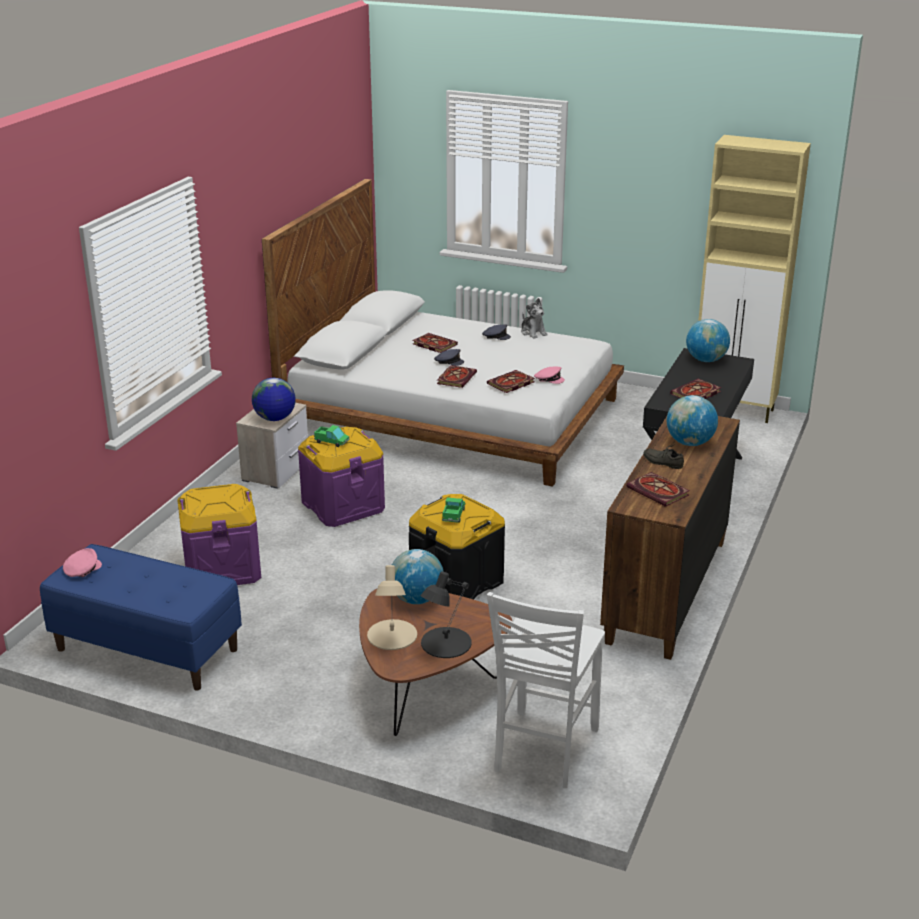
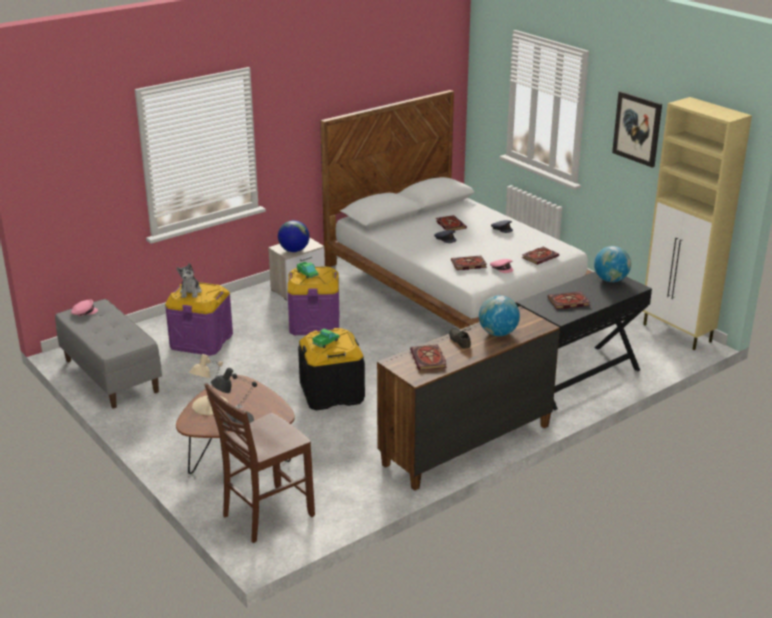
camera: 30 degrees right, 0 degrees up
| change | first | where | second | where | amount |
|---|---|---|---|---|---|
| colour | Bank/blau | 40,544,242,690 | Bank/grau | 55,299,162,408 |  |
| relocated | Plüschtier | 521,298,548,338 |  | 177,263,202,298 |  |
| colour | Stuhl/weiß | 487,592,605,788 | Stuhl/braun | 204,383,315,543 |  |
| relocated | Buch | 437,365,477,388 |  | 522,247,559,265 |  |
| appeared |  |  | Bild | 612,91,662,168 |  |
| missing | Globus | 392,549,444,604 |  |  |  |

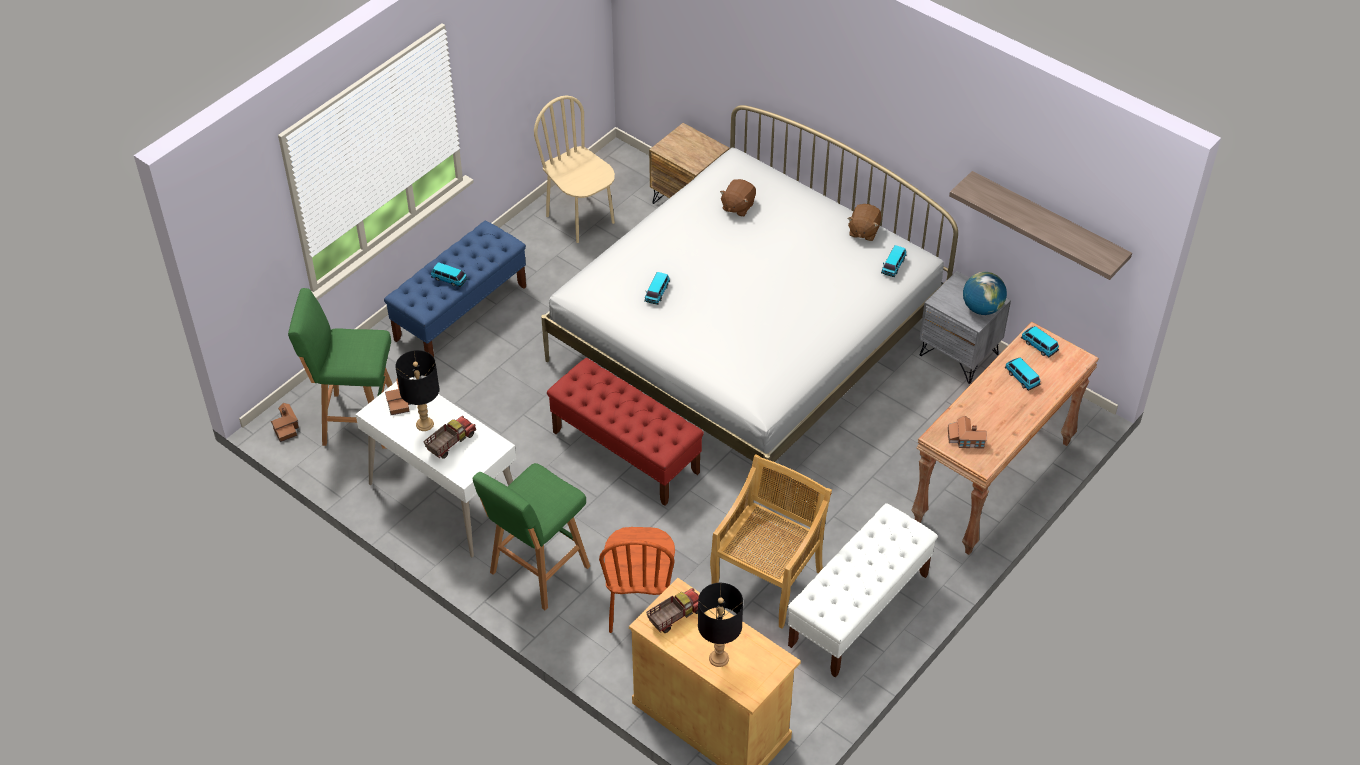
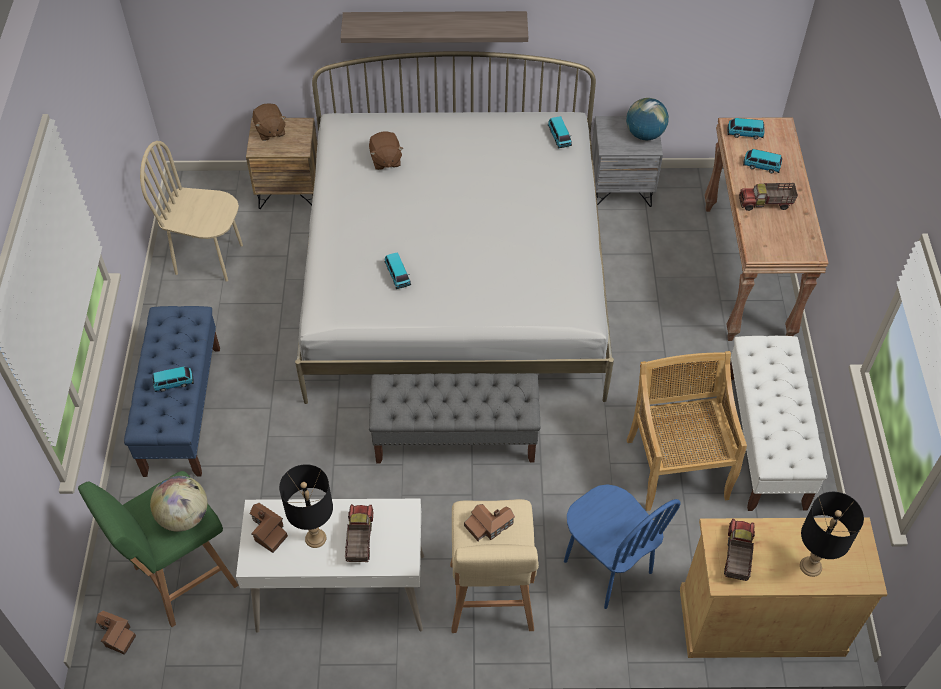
camera: 40 degrees left, 5 degrees up
| change | first | where | second | where | amount |
|---|---|---|---|---|---|
| appeared |  |  | Globus | 150,476,207,532 |  |
| relocated | Plüschtier/braun | 847,204,882,241 |  | 253,103,286,141 |  |
| relocated | Wandregal | 949,171,1132,280 |  | 341,11,528,43 |  |
| colour | Bank/rot | 547,358,704,506 | Bank/grau | 369,373,540,463 |  |
| colour | Hocker/grün | 473,463,590,611 | Hocker/beige | 450,499,539,633 |  |
| relocated | Spielzeughaus | 948,416,987,449 |  | 464,504,515,542 |  |
| colour | Stuhl/braun | 599,527,675,633 | Stuhl/blau | 564,484,681,609 |  |
| appeared |  |  | Spielzeuglaster | 739,183,798,211 |  |

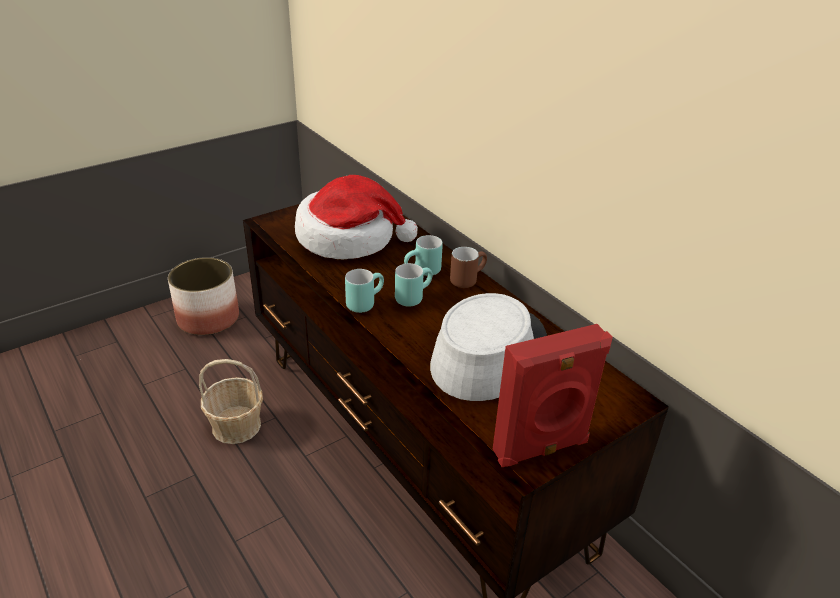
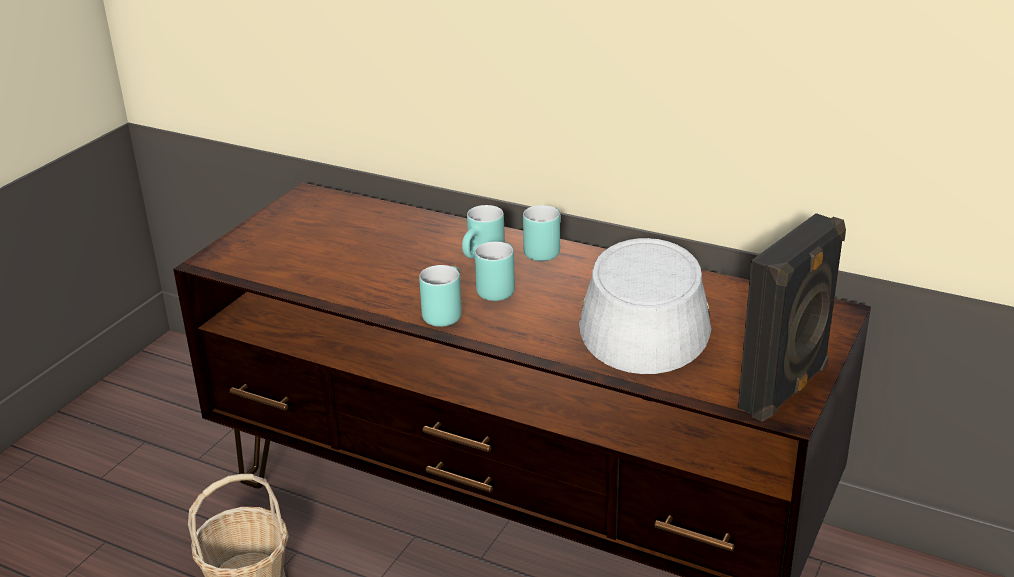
camera: 25 degrees left, 5 degrees down
| change | first | where | second | where | amount |
|---|---|---|---|---|---|
| colour | Henkelbecher/braun | 450,247,487,288 | Henkelbecher/türkis | 523,205,561,261 |  |
| colour | Lautsprecher/rot | 492,324,613,467 | Lautsprecher/schwarz | 738,213,846,422 |  |
| missing | Pflanzkübel | 168,257,239,335 |  |  |  |
| missing | Hut | 295,175,418,259 |  |  |  |

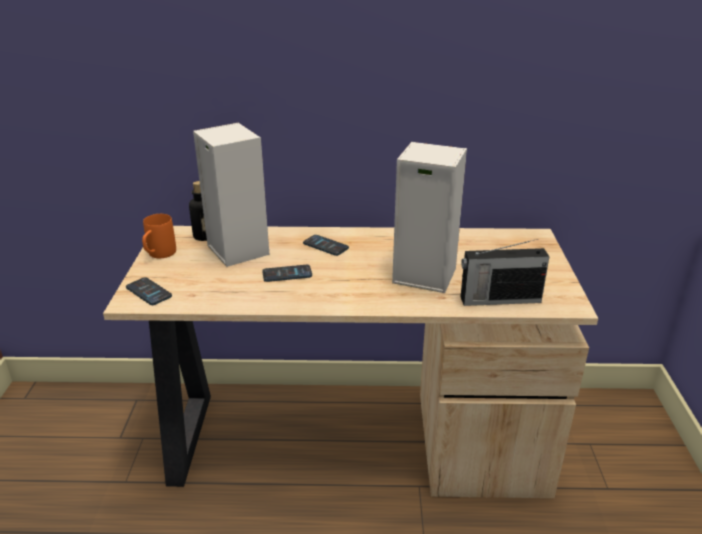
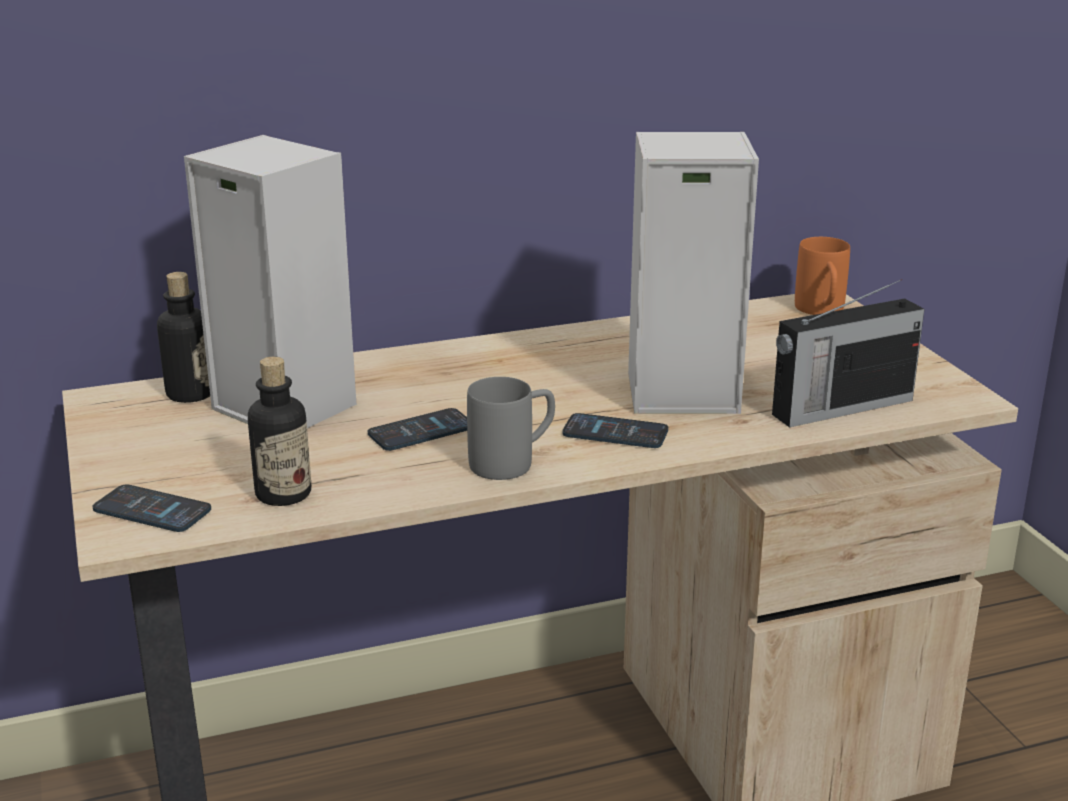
camera: 20 degrees left, 5 degrees down
| change | first | where | second | where | amount |
|---|---|---|---|---|---|
| appeared |  |  | Flasche | 248,357,311,506 |  |
| appeared |  |  | Henkelbecher/grau | 467,377,555,480 |  |
| relocated | Handy | 303,235,349,256 |  | 563,413,668,448 |  |
| relocated | Henkelbecher/orange | 142,214,176,258 |  | 795,237,850,315 |  |

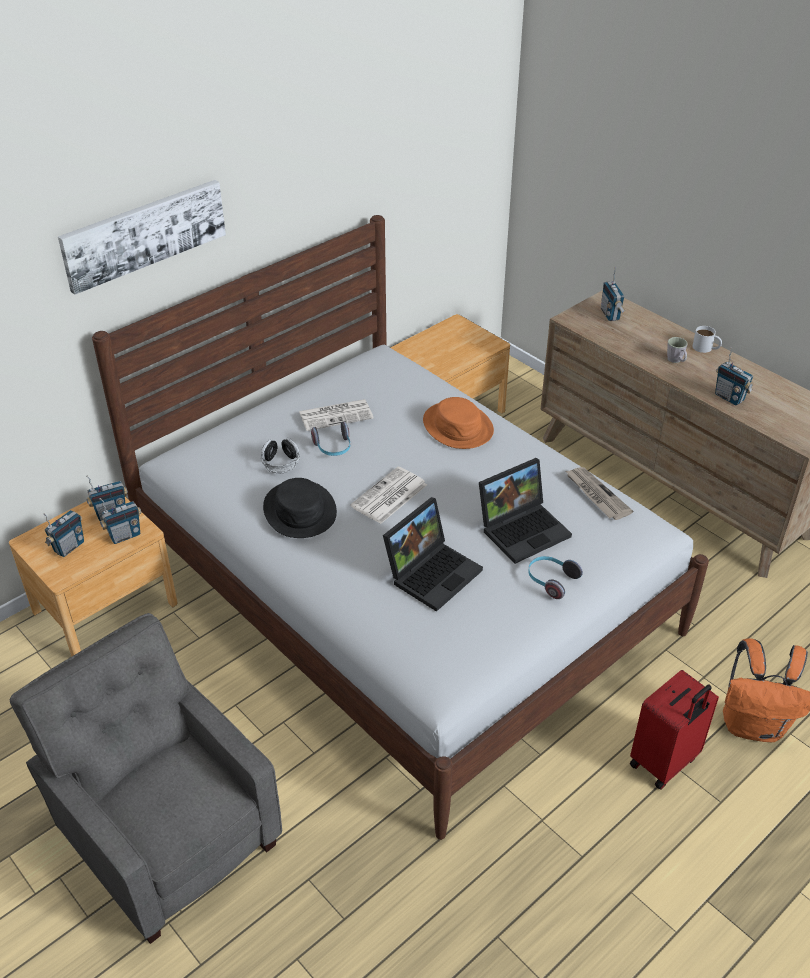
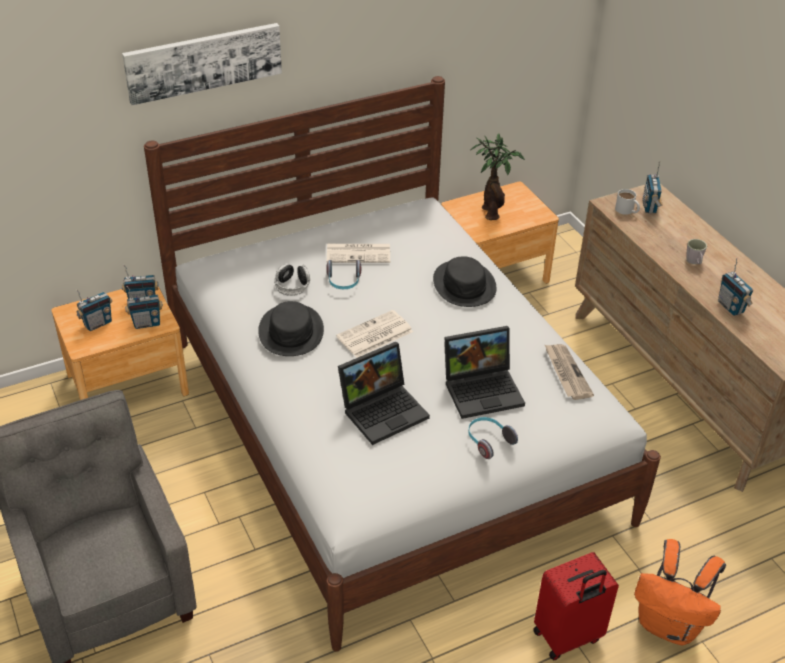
camera: 15 degrees right, 0 degrees up
| change | first | where | second | where | amount |
|---|---|---|---|---|---|
| colour | Hut/orange | 423,397,494,449 | Hut/schwarz | 433,256,496,307 |  |
| appeared |  |  | Topfpflanze | 471,134,525,220 |  |
| relocated | Henkelbecher/weiß | 692,326,722,353 |  | 615,189,640,215 |  |

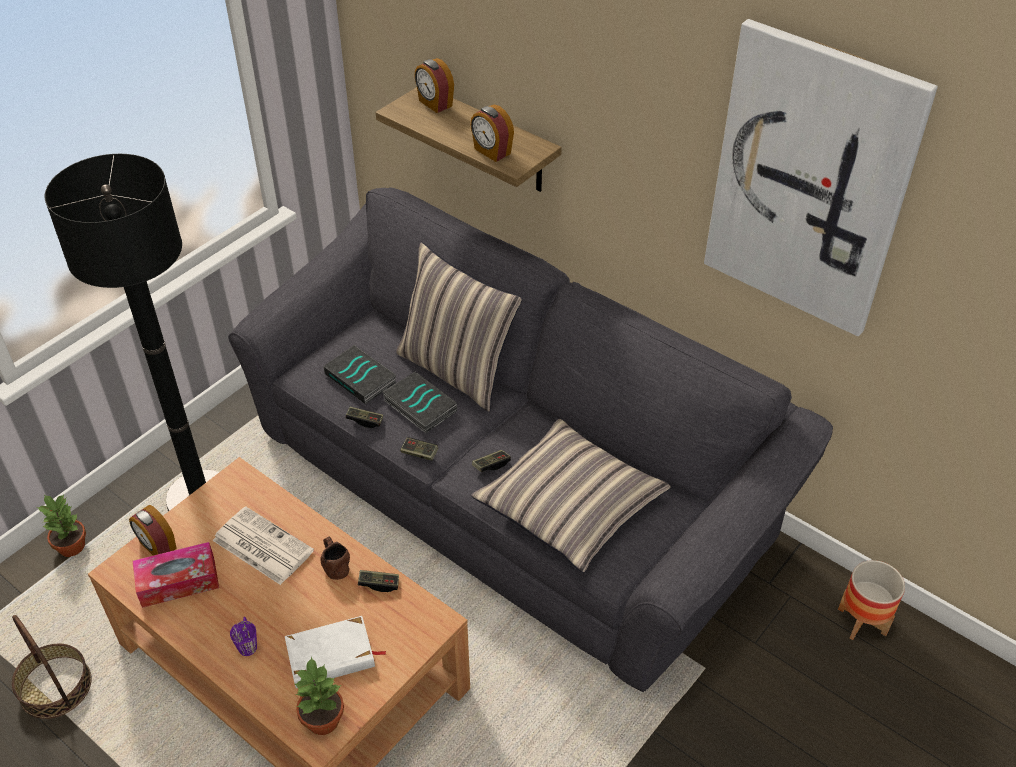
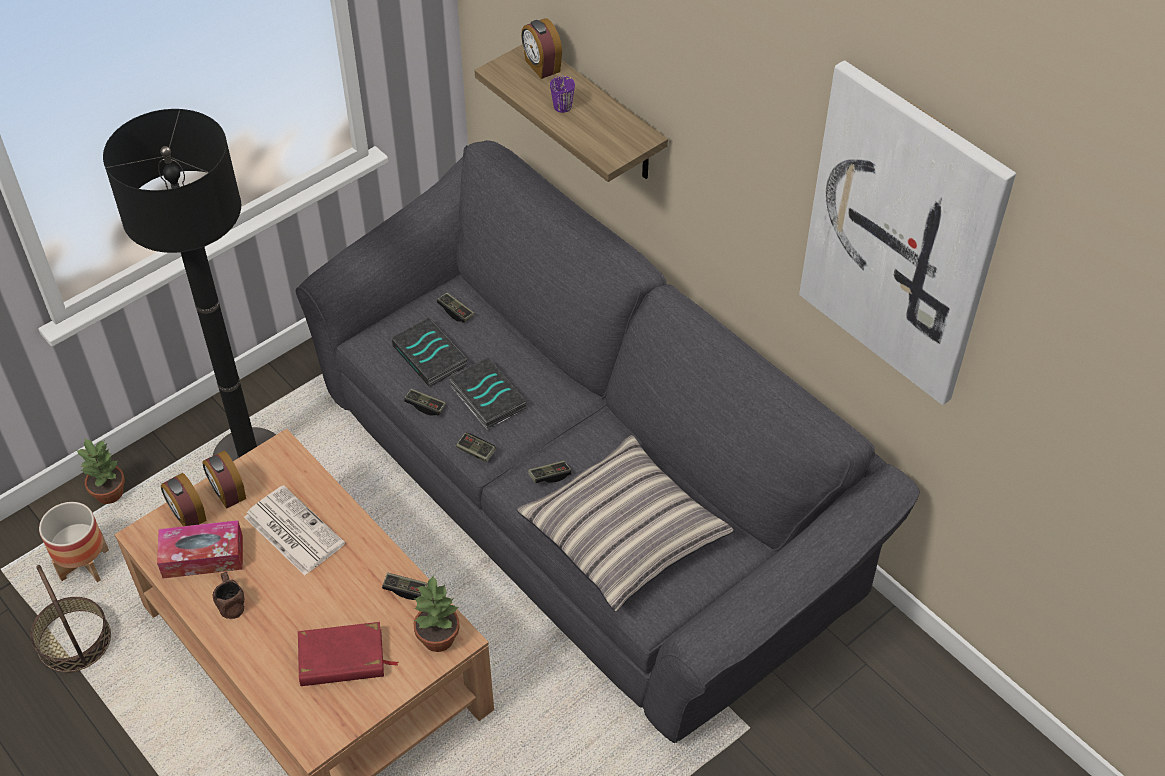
camera: 10 degrees right, 5 degrees up
| change | first | where | second | where | amount |
|---|---|---|---|---|---|
| relocated | Pflanzkübel | 838,560,905,640 |  | 39,502,109,582 |  |
| relocated | Wecker | 470,104,514,162 |  | 203,450,246,509 |  |
| relocated | Henkelbecher/braun | 320,536,350,580 |  | 213,572,244,619 |  |
| colour | Buch/weiß | 285,616,386,688 | Buch/rot | 298,622,398,686 |  |
| relocated | Topfpflanze | 295,656,344,735 |  | 414,575,460,652 |  |
| appeared |  |  | Gamepad | 437,292,474,322 |  |
| relocated | Henkelbecher/lila | 230,617,257,656 |  | 550,75,575,113 |  |
| missing | Kissen | 396,242,522,411 |  |  |  |

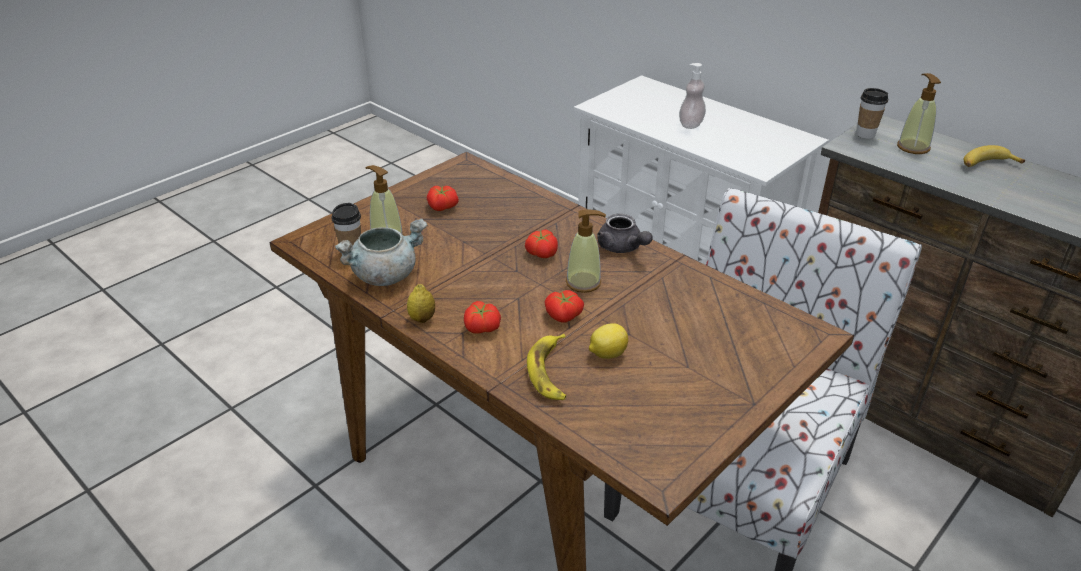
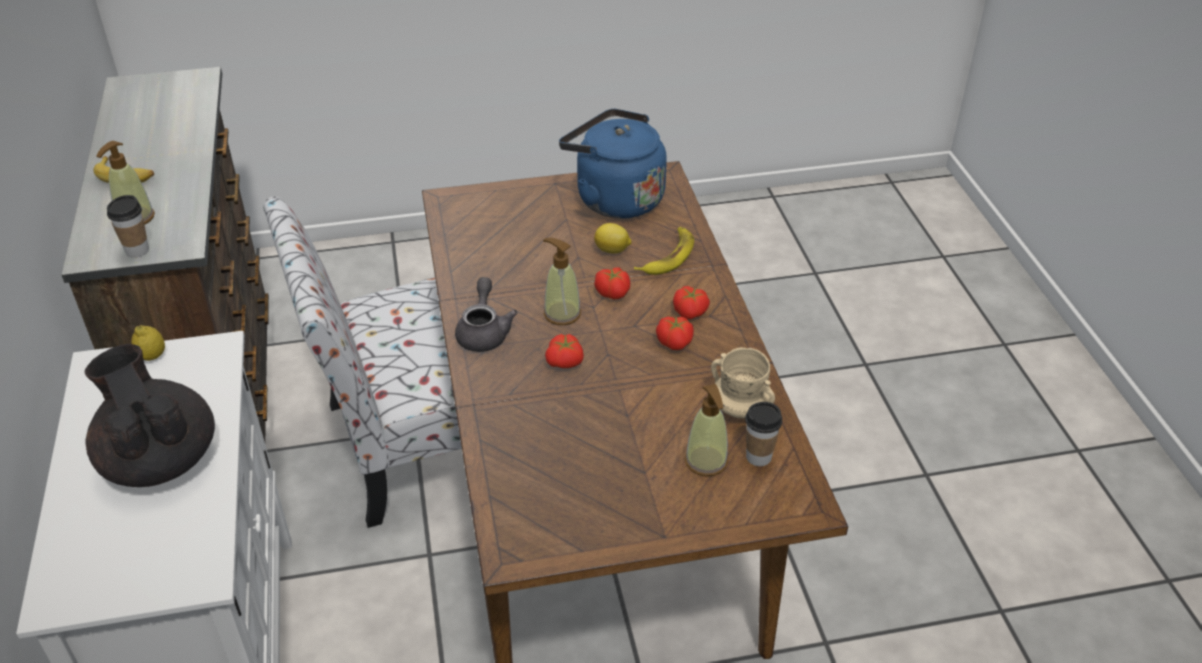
camera: 145 degrees left, 5 degrees up
| change | first | where | second | where | amount |
|---|---|---|---|---|---|
| exchanged | Seifenspender | 679,63,706,129 | Teekanne/schwarz | 84,344,215,487 |  |
| relocated | Zitrone | 407,284,435,323 |  | 131,325,165,361 |  |
| appeared |  |  | Wasserkessel/blau | 559,109,667,219 |  |
| relocated | Tomate | 427,186,459,211 |  | 656,317,694,350 |  |
| exchanged | Kochtopf/grau | 335,218,427,286 | Henkelbecher/beige | 711,347,775,419 |  |

